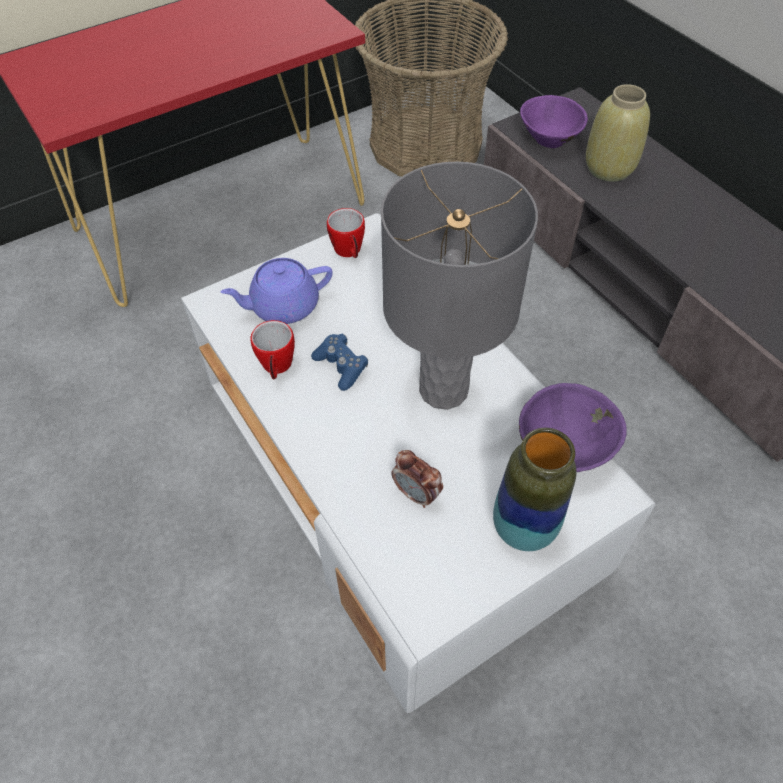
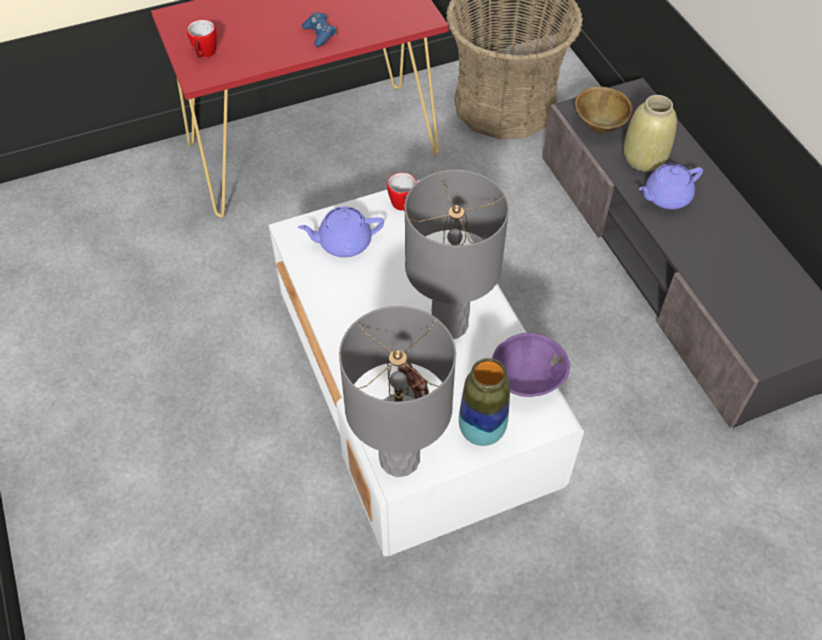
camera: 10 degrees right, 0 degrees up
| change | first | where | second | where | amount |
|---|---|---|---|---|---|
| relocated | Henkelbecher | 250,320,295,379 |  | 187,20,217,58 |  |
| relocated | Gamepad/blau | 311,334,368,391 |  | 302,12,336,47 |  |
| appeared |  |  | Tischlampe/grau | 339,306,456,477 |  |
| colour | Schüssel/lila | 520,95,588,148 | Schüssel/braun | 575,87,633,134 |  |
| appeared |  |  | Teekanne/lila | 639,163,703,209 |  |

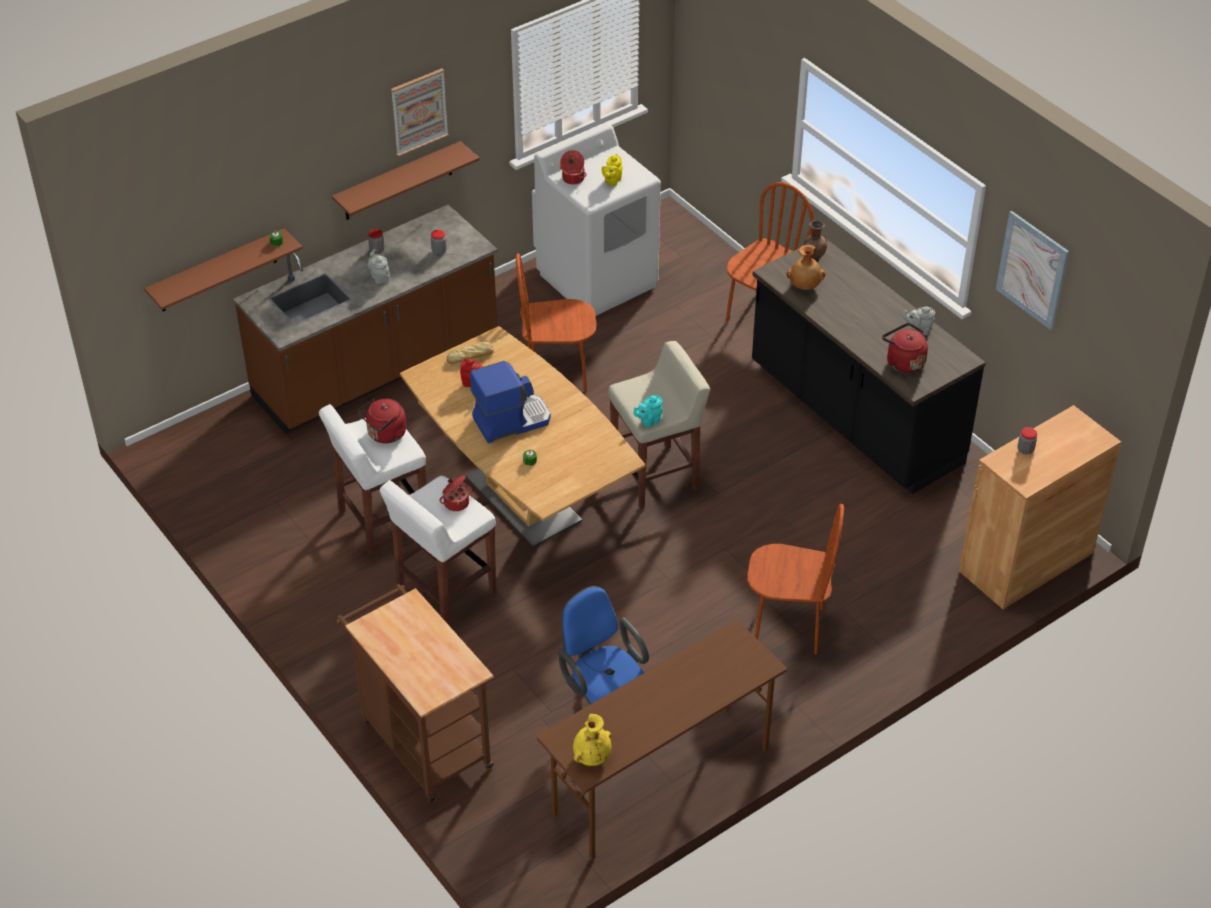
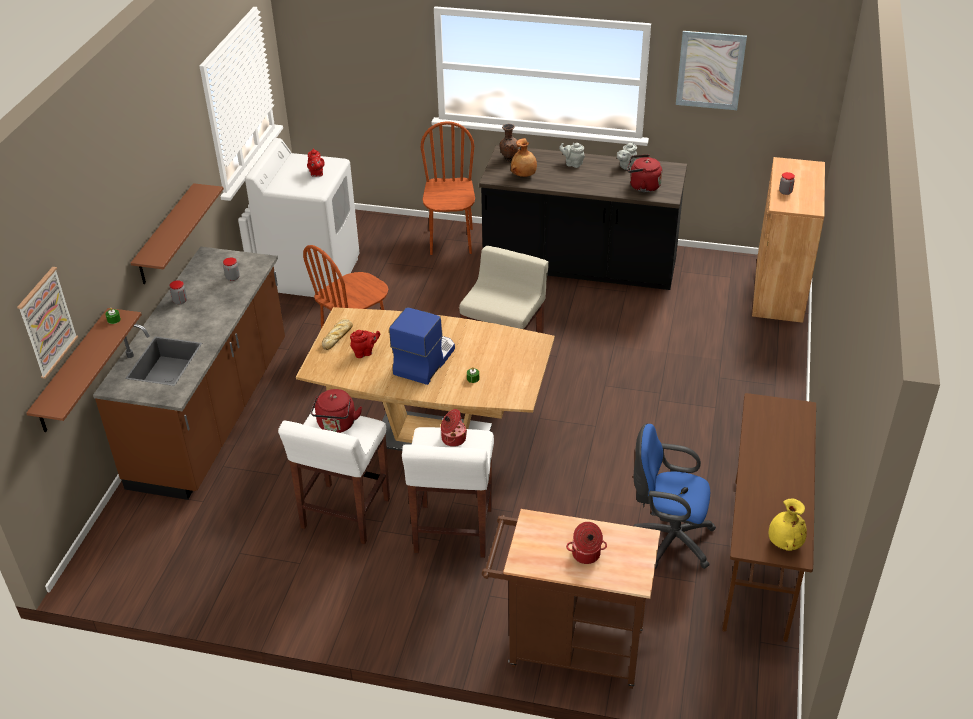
camera: 40 degrees left, 5 degrees down
| change | first | where | second | where | amount |
|---|---|---|---|---|---|
| relocated | Bild | 391,68,449,157 |  | 17,267,78,379 |  |
| colour | Teekanne/gelb | 602,154,623,186 | Teekanne/rot | 307,148,325,177 |  |
| relocated | Teekanne/grau | 367,249,390,284 |  | 559,143,585,168 |  |
| relocated | Kochtopf | 560,150,587,185 |  | 566,522,607,564 |  |
| missing | Teekanne/türkis | 634,395,663,427 |  |  |  |
| missing | Stuhl/braun | 747,504,844,655 |  |  |  |

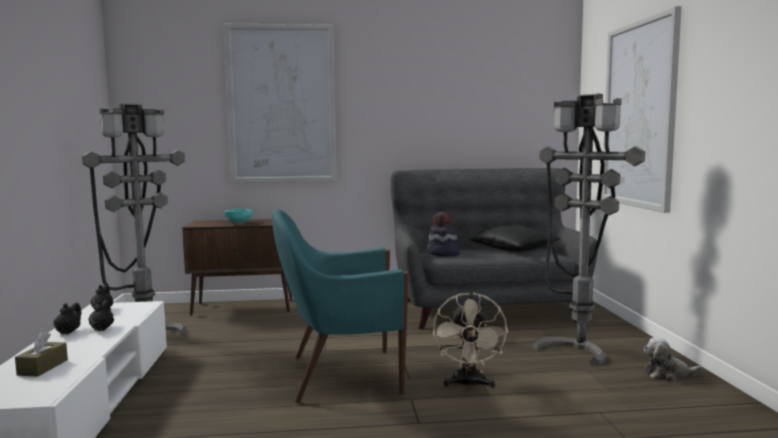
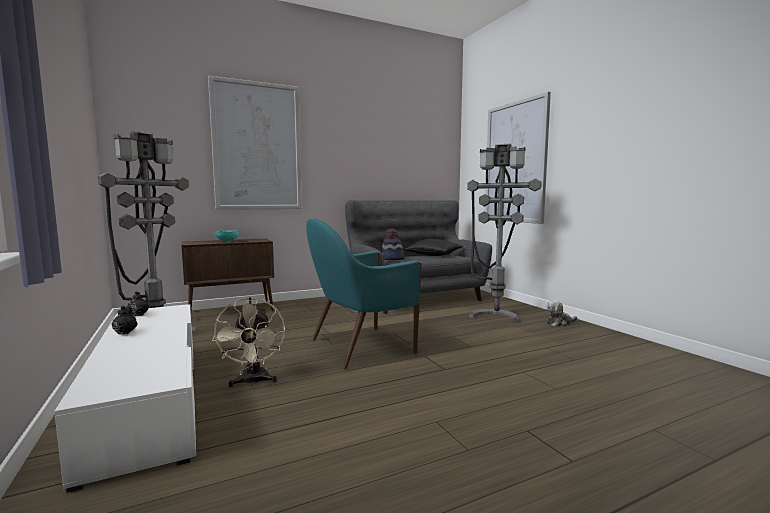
camera: 20 degrees left, 0 degrees up
| change | first | where | second | where | amount |
|---|---|---|---|---|---|
| relocated | Ventilator/beige | 433,292,508,389 |  | 212,297,285,387 |  |
| missing | Taschentuchbox/braun | 15,332,68,377 |  |  |  |
| missing | Teekanne/schwarz | 88,300,114,331 |  |  |  |

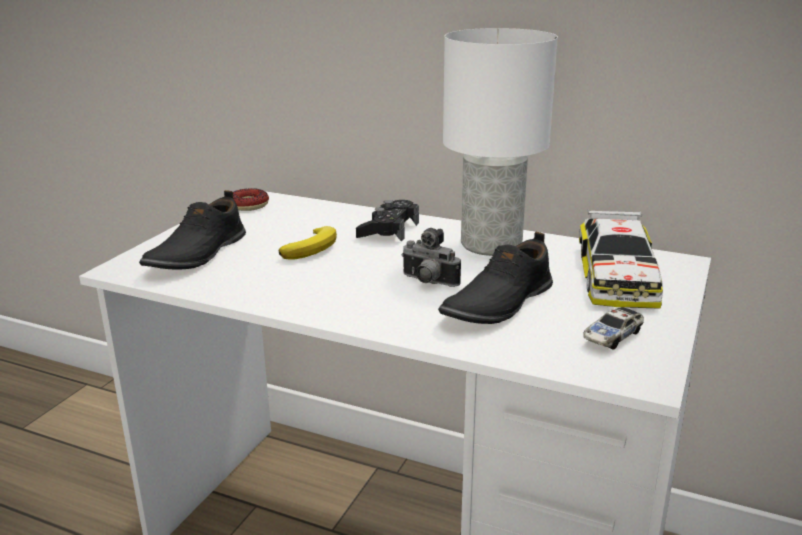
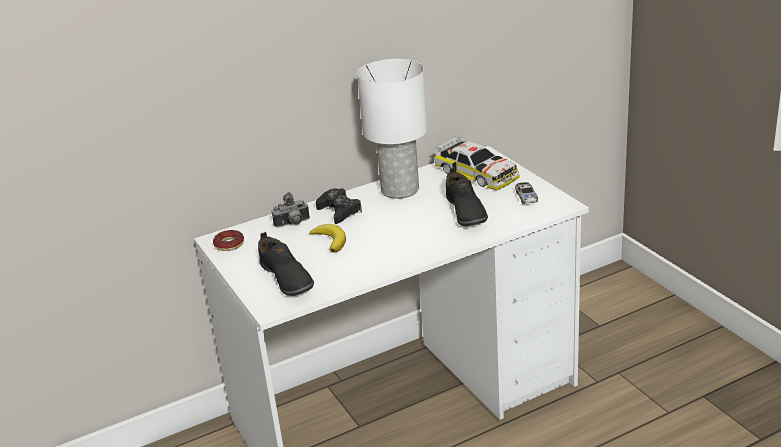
camera: 50 degrees left, 5 degrees up
| change | first | where | second | where | amount |
|---|---|---|---|---|---|
| relocated | Kamera | 401,228,461,287 |  | 272,192,310,227 |  |

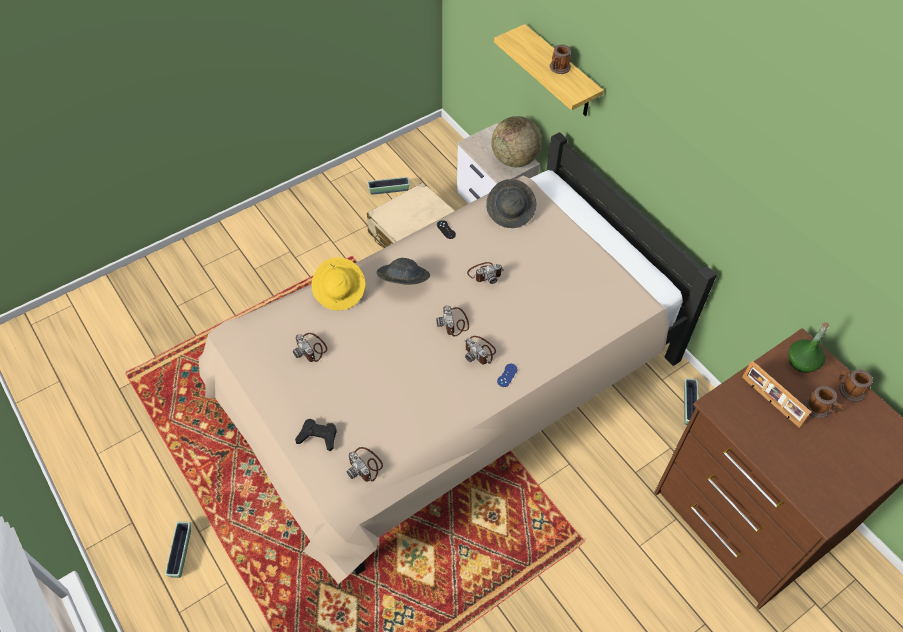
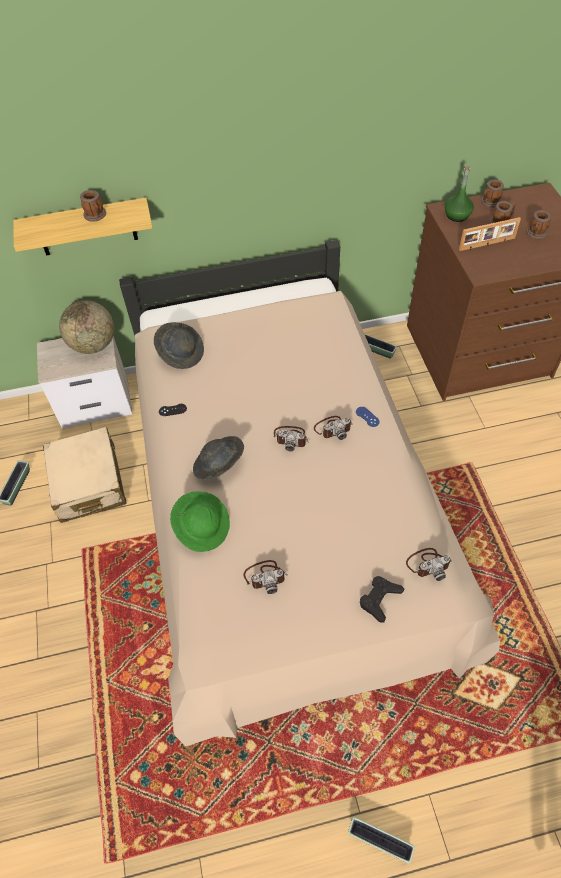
camera: 65 degrees left, 0 degrees up
| change | first | where | second | where | amount |
|---|---|---|---|---|---|
| colour | Hut/gelb | 312,257,366,310 | Hut/grün | 170,491,230,552 |  |
| appeared |  |  | Henkelbecher | 526,210,551,239 |  |
| missing | Kamera | 467,262,503,284 |  |  |  |

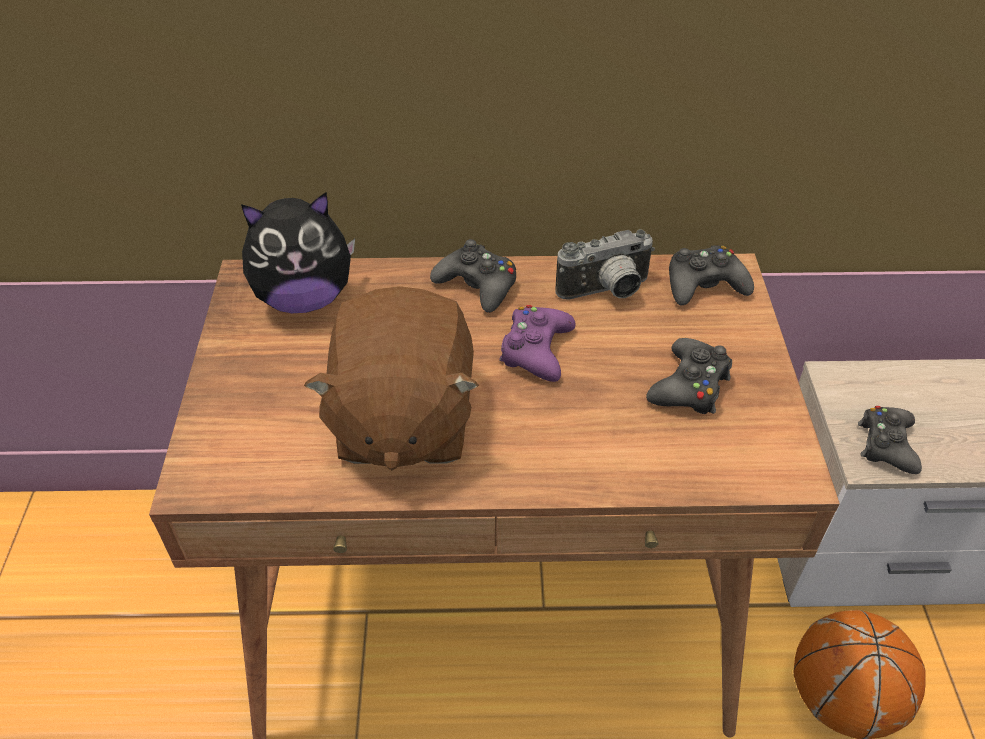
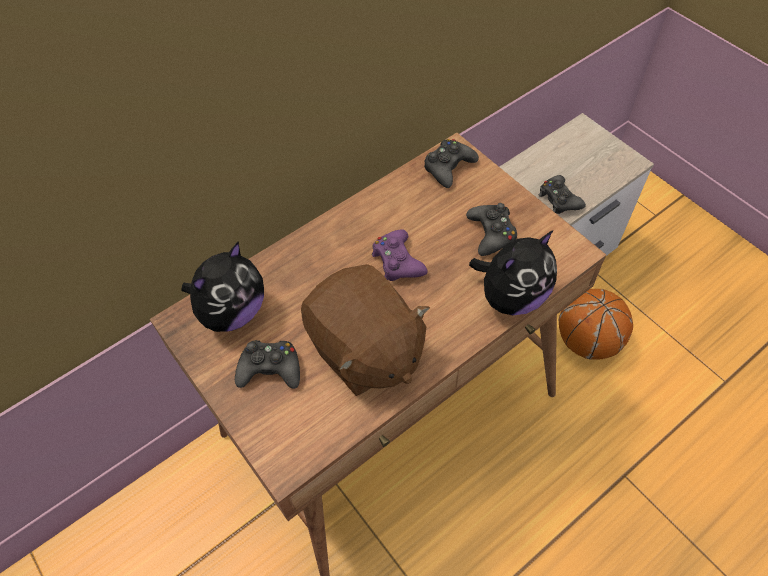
camera: 35 degrees left, 10 degrees up
| change | first | where | second | where | amount |
|---|---|---|---|---|---|
| relocated | Gamepad/schwarz | 430,239,516,313 |  | 235,340,300,389 |  |
| appeared |  |  | Plüschtier | 469,230,557,315 |  |
| missing | Kamera | 555,229,655,300 |  |  |  |

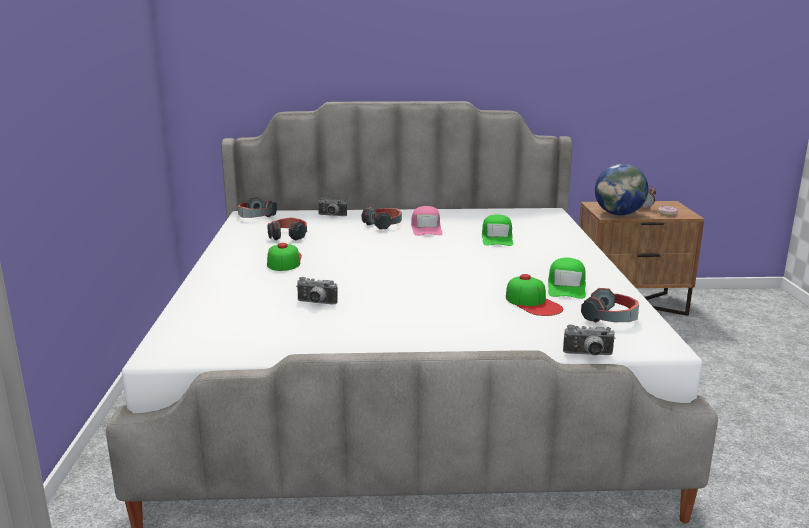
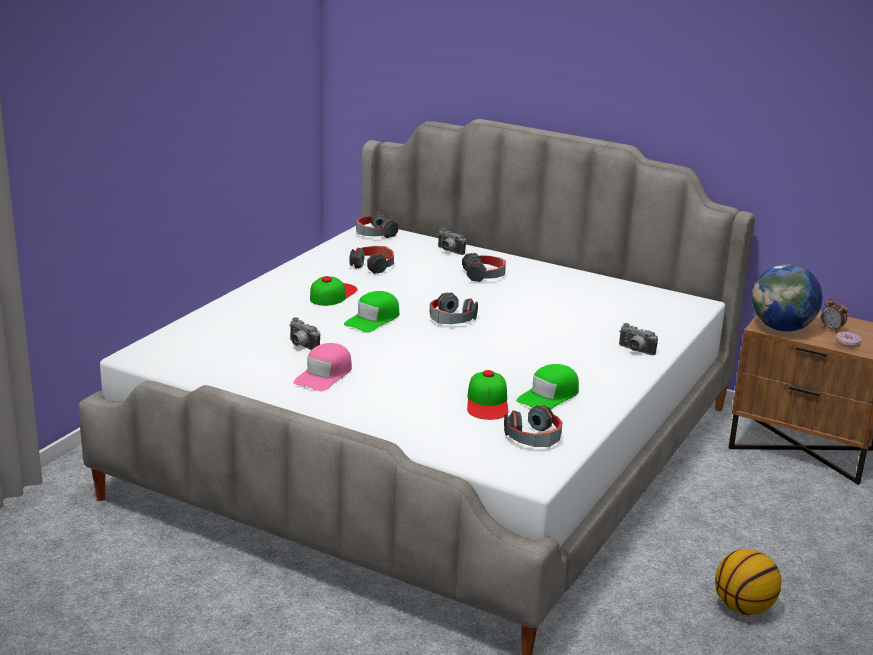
camera: 30 degrees right, 5 degrees up
| change | first | where | second | where | amount |
|---|---|---|---|---|---|
| relocated | Kappe/rosa | 411,206,443,236 |  | 293,343,352,391 |  |
| relocated | Kappe/grün | 482,214,513,246 |  | 344,291,399,333 |  |
| appeared |  |  | Kopfhörer | 430,292,478,324 |  |
| relocated | Kamera | 563,324,616,356 |  | 619,323,658,355 |  |
| appeared |  |  | Basketball | 715,549,782,615 |  |

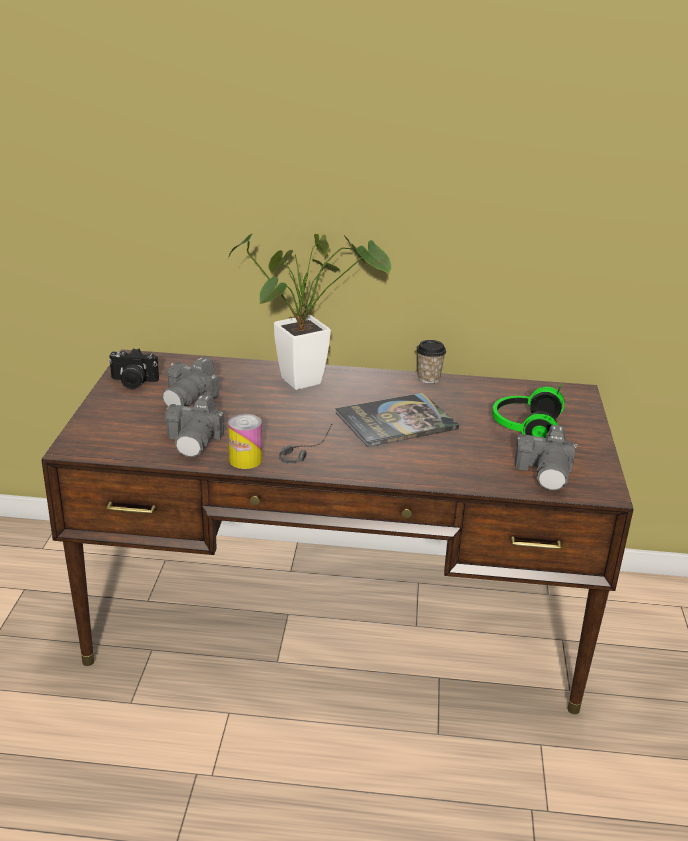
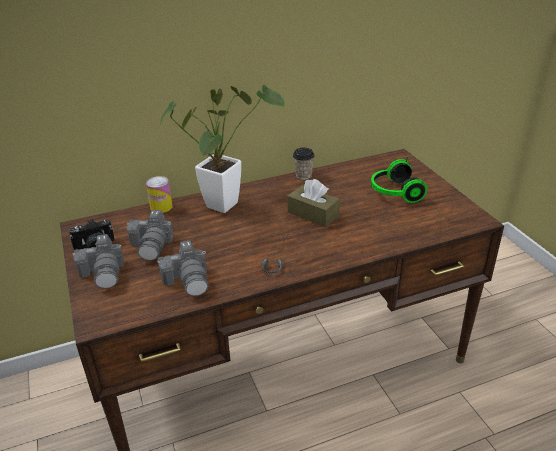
camera: 25 degrees left, 5 degrees up
| change | first | where | second | where | amount |
|---|---|---|---|---|---|
| relocated | Kamera | 514,425,578,490 |  | 73,234,124,289 |  |
| relocated | Dose | 228,414,262,469 |  | 146,176,173,213 |  |
| exchanged | Buch | 335,393,459,447 | Taschentuchbox/braun | 287,179,340,227 |  |

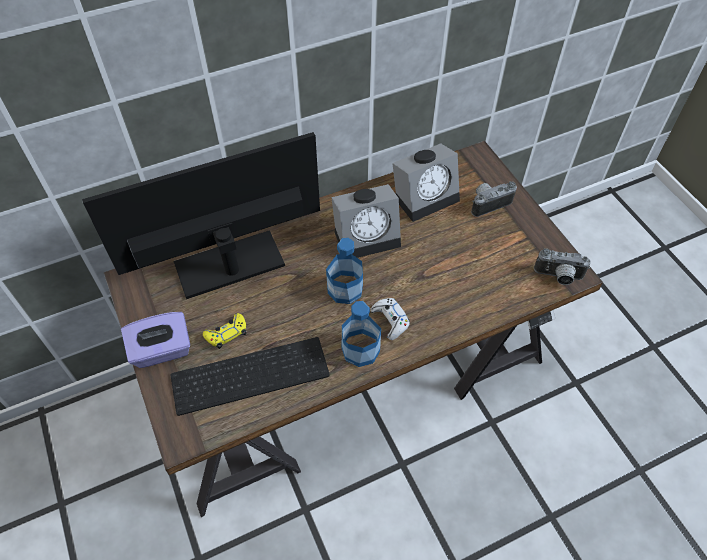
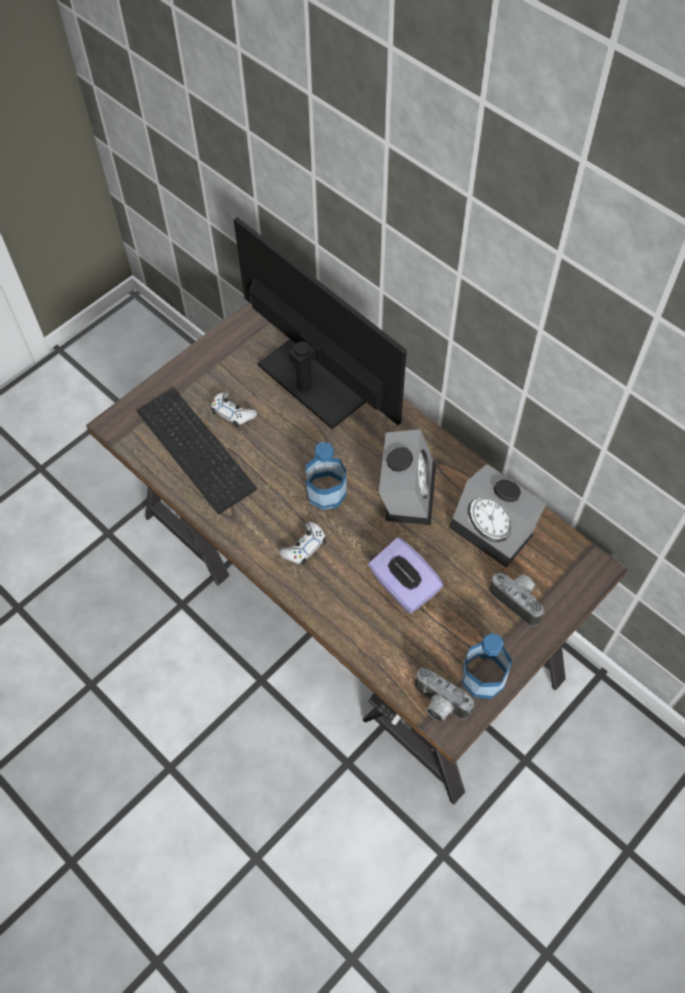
camera: 70 degrees right, 5 degrees up
| change | first | where | second | where | amount |
|---|---|---|---|---|---|
| colour | Gamepad/gelb | 203,313,246,349 | Gamepad/weiß | 211,393,257,428 |  |
| relocated | Taschentuchbox/lila | 121,312,190,368 |  | 368,537,444,614 |  |
| spun | Wecker | 331,184,401,258 |  | 379,429,436,525 | 135 degrees counterclockwise |
| spun | Kamera | 534,248,591,285 |  | 414,668,474,722 | 45 degrees counterclockwise |
| relocated | Flasche | 342,301,381,367 |  | 462,633,512,699 |  |

